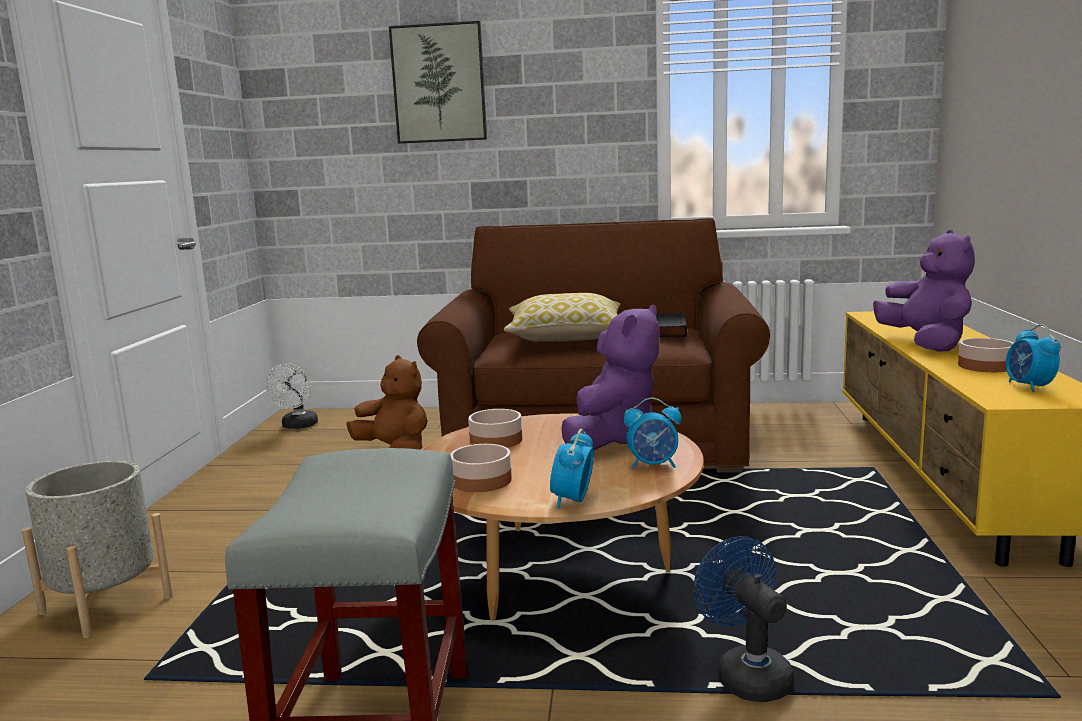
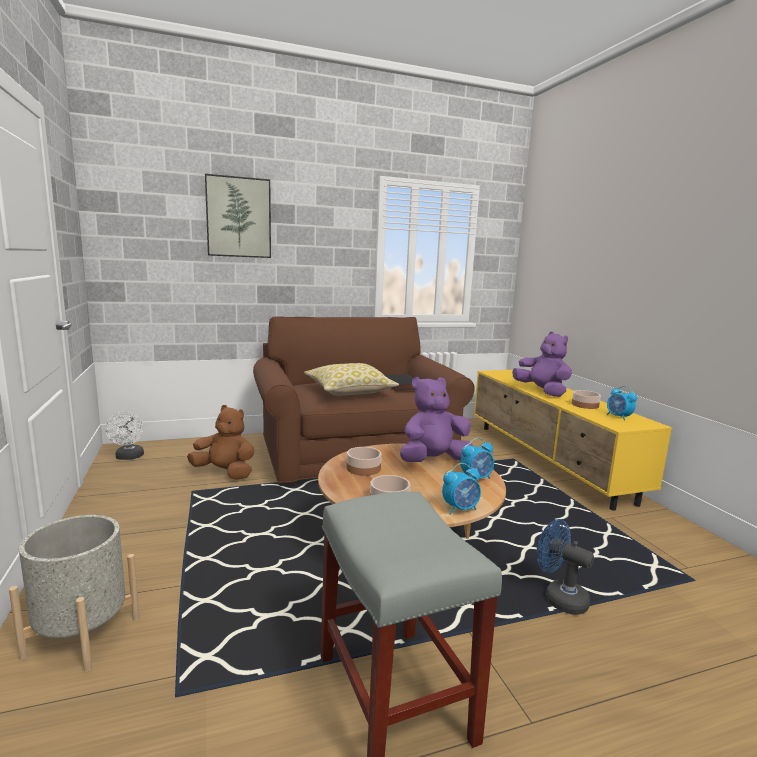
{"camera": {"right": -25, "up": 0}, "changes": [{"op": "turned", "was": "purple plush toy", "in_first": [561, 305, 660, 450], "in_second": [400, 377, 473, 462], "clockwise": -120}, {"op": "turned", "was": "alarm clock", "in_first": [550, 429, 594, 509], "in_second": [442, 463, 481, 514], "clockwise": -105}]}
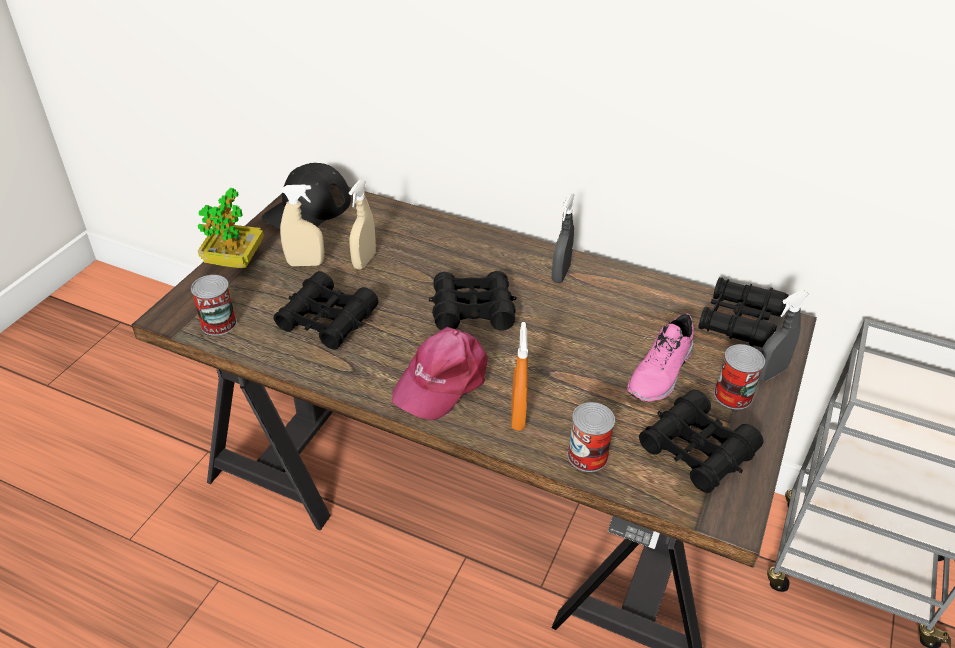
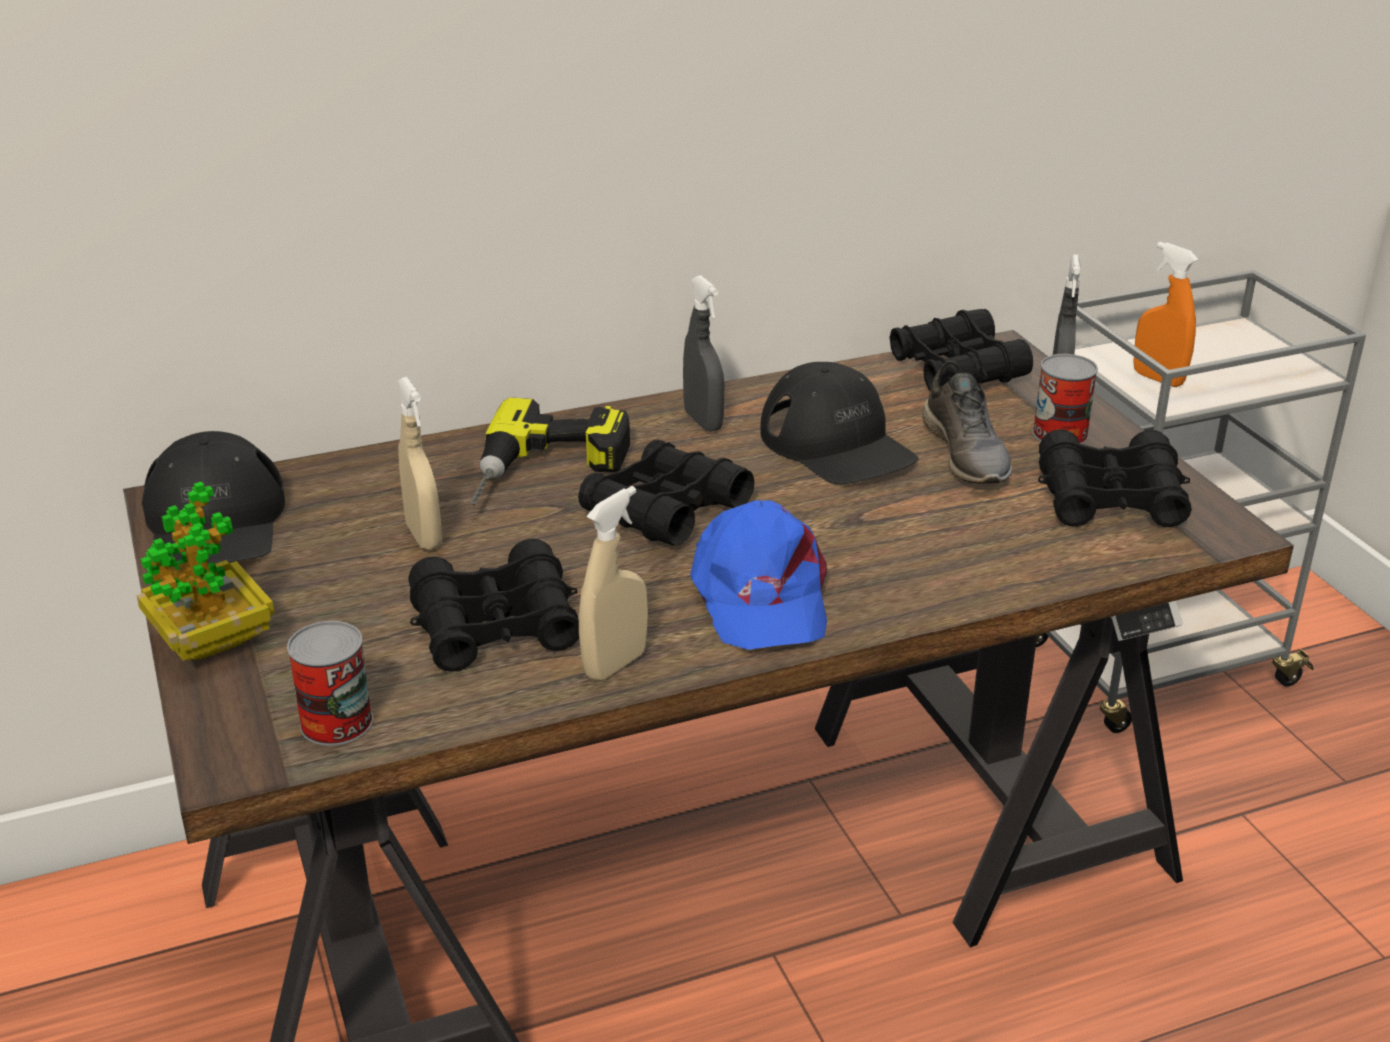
{"camera": {"right": -45, "up": -10}, "changes": [{"op": "added", "now": "power drill", "in_second": [470, 397, 630, 505]}, {"op": "moved", "was": "beige spray bottle", "in_first": [280, 185, 324, 266], "in_second": [579, 486, 648, 681]}, {"op": "recoloured", "was": "pink cap", "now": "blue cap", "in_first": [392, 327, 488, 420], "in_second": [690, 500, 827, 650]}, {"op": "added", "now": "black cap", "in_second": [760, 362, 919, 484]}, {"op": "recoloured", "was": "pink shoe", "now": "grey shoe", "in_first": [627, 314, 694, 401], "in_second": [922, 361, 1012, 484]}, {"op": "moved", "was": "orange spray bottle", "in_first": [511, 322, 528, 431], "in_second": [1133, 242, 1198, 387]}, {"op": "removed", "was": "can", "in_first": [567, 402, 615, 472]}]}
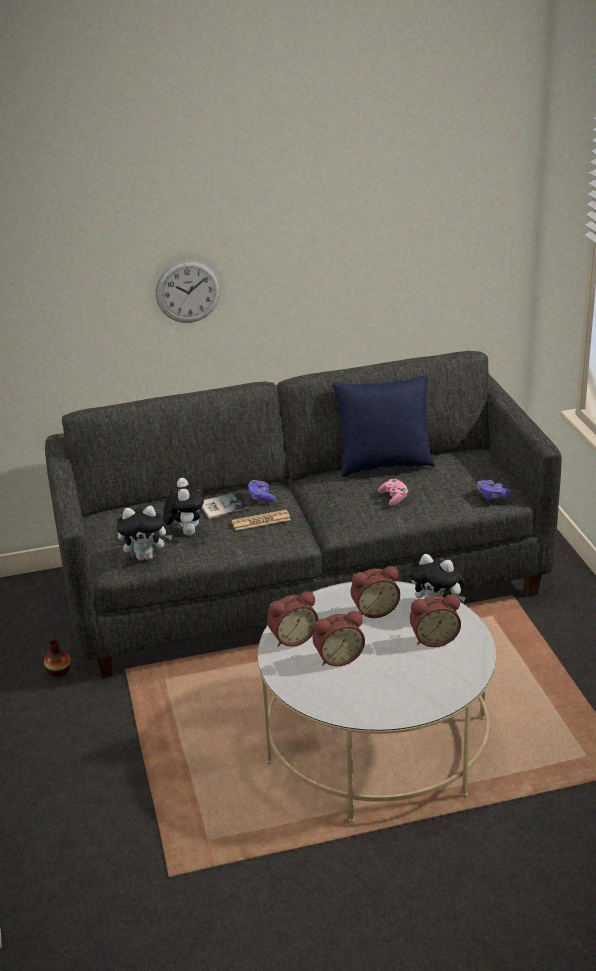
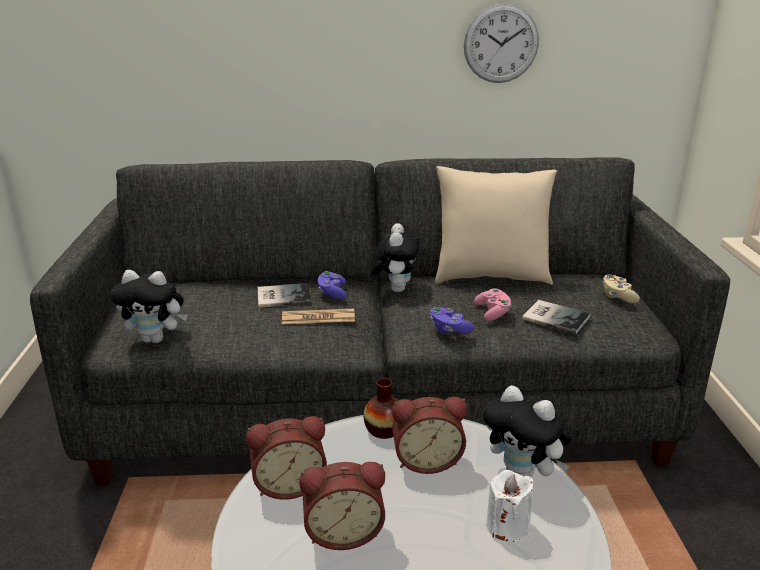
{"camera": {"right": 10, "up": -5}, "changes": [{"op": "moved", "was": "vase", "in_first": [44, 640, 71, 677], "in_second": [364, 378, 399, 439]}, {"op": "moved", "was": "plush toy", "in_first": [163, 478, 204, 536], "in_second": [370, 223, 420, 292]}, {"op": "moved", "was": "purple game controller", "in_first": [477, 480, 511, 500], "in_second": [430, 307, 474, 334]}, {"op": "recoloured", "was": "blue pillow", "now": "beige pillow", "in_first": [332, 375, 435, 477], "in_second": [435, 166, 557, 285]}, {"op": "moved", "was": "wall clock", "in_first": [155, 260, 221, 323], "in_second": [464, 3, 539, 83]}, {"op": "replaced", "was": "alarm clock", "now": "white candle", "in_first": [410, 594, 461, 647], "in_second": [486, 470, 534, 542]}, {"op": "added", "now": "book", "in_second": [522, 300, 591, 334]}, {"op": "added", "now": "beige game controller", "in_second": [603, 274, 640, 303]}]}
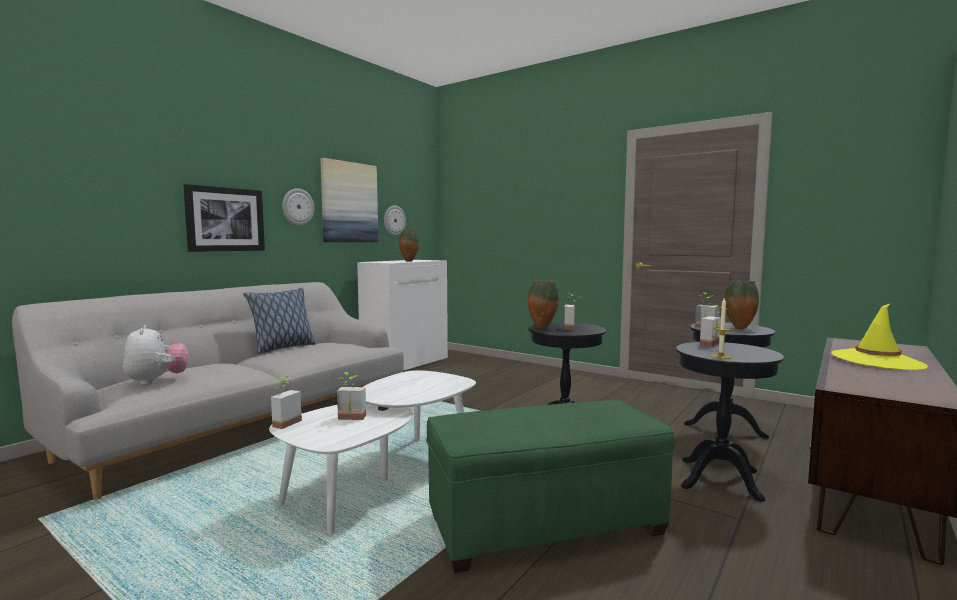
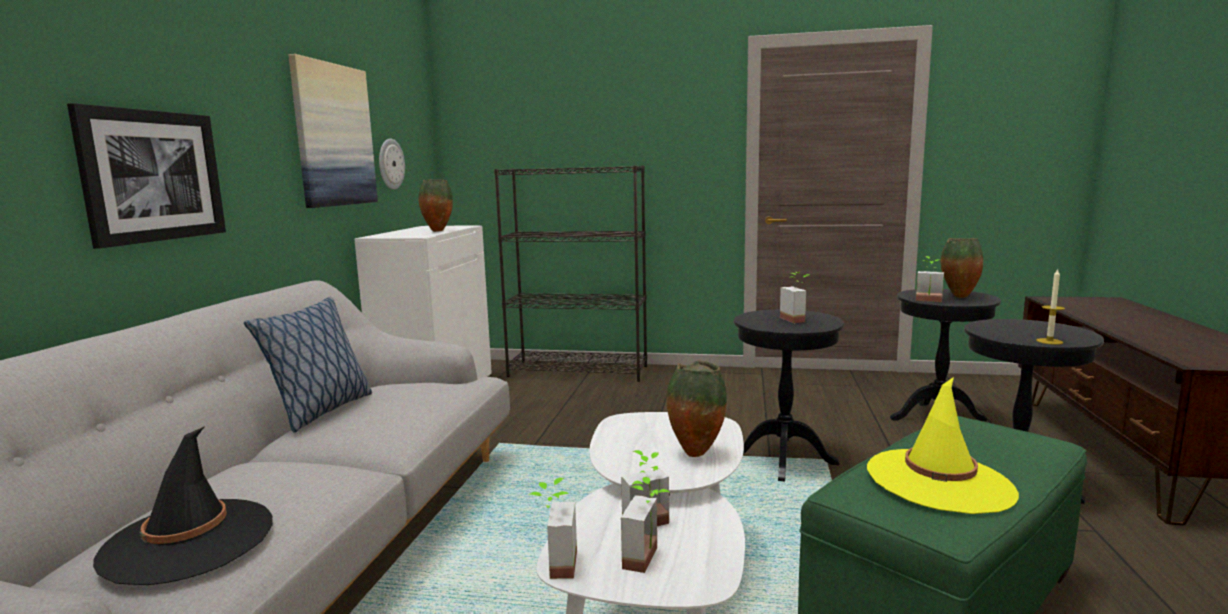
{"camera": {"right": -25, "up": 5}, "changes": [{"op": "replaced", "was": "plush toy", "now": "black hat", "in_first": [123, 325, 188, 385], "in_second": [93, 426, 273, 585]}, {"op": "added", "now": "black bookcase", "in_second": [494, 166, 647, 382]}, {"op": "moved", "was": "potted plant", "in_first": [700, 303, 721, 347], "in_second": [621, 477, 669, 573]}, {"op": "moved", "was": "vase", "in_first": [528, 280, 559, 329], "in_second": [666, 361, 727, 457]}, {"op": "moved", "was": "yellow hat", "in_first": [831, 303, 928, 370], "in_second": [867, 377, 1019, 514]}, {"op": "removed", "was": "wall clock", "in_first": [282, 188, 314, 226]}]}
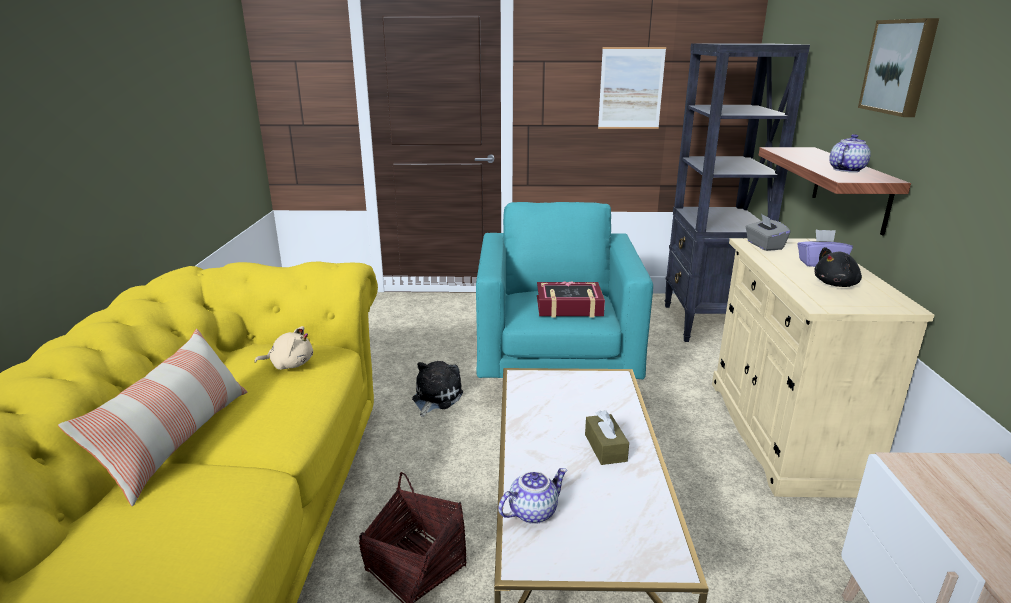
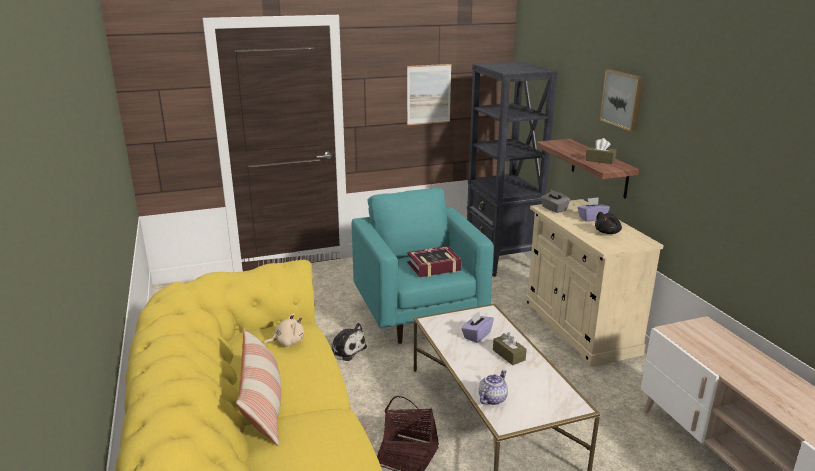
{"camera": {"right": -20, "up": 0}, "changes": [{"op": "turned", "was": "plush toy", "in_first": [412, 361, 463, 417], "in_second": [329, 323, 367, 361], "clockwise": 120}, {"op": "added", "now": "purple tissue box", "in_second": [461, 311, 494, 343]}, {"op": "replaced", "was": "teapot", "now": "brown tissue box", "in_first": [829, 134, 871, 172], "in_second": [586, 138, 616, 164]}]}
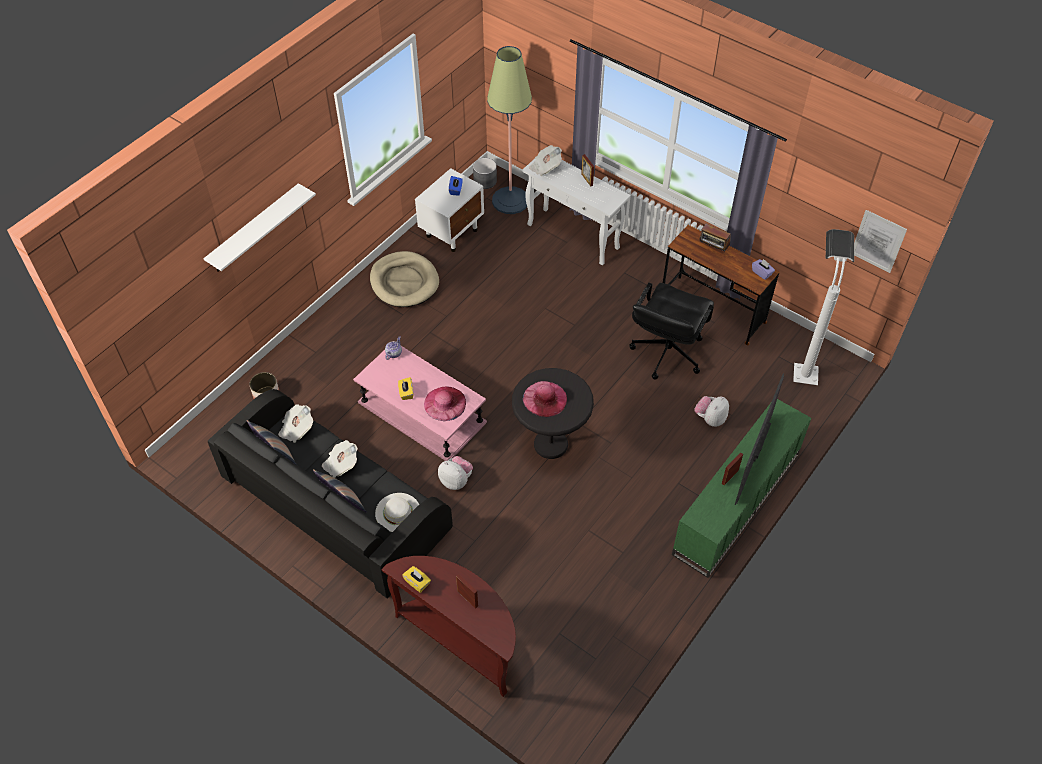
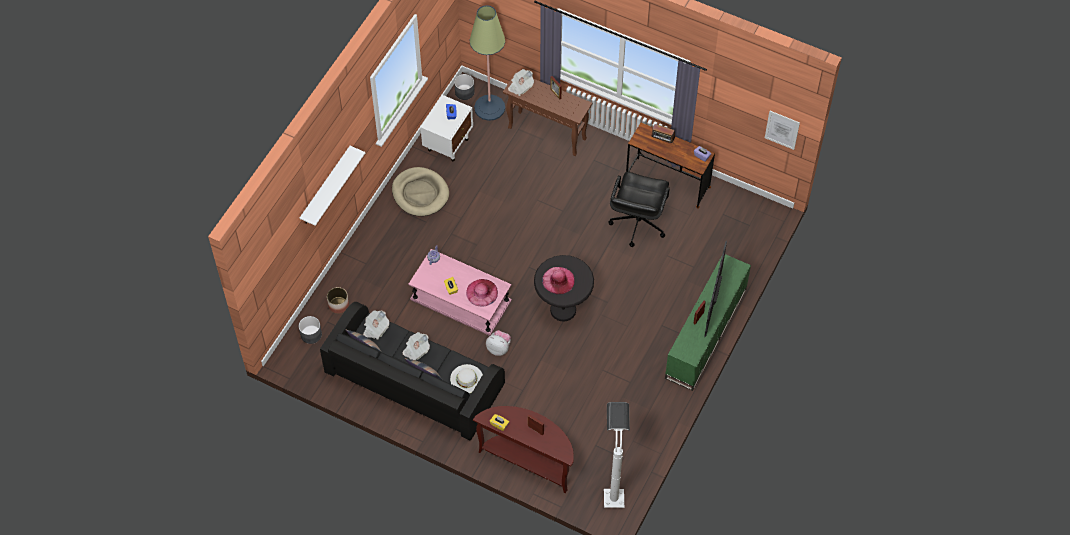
{"camera": {"right": -10, "up": 5}, "changes": [{"op": "added", "now": "grey planter", "in_second": [299, 316, 322, 344]}, {"op": "recoloured", "was": "white console table", "now": "brown console table", "in_first": [522, 159, 631, 265], "in_second": [503, 72, 592, 156]}, {"op": "moved", "was": "white floor lamp", "in_first": [793, 229, 854, 385], "in_second": [604, 402, 630, 508]}, {"op": "removed", "was": "plush toy", "in_first": [694, 396, 729, 427]}]}
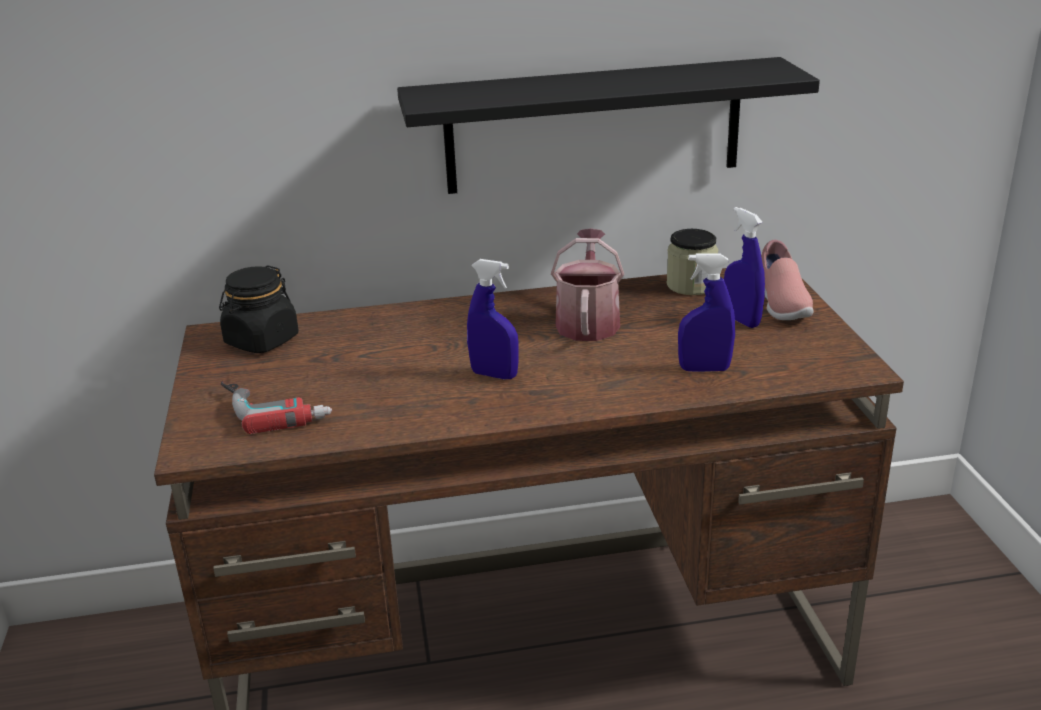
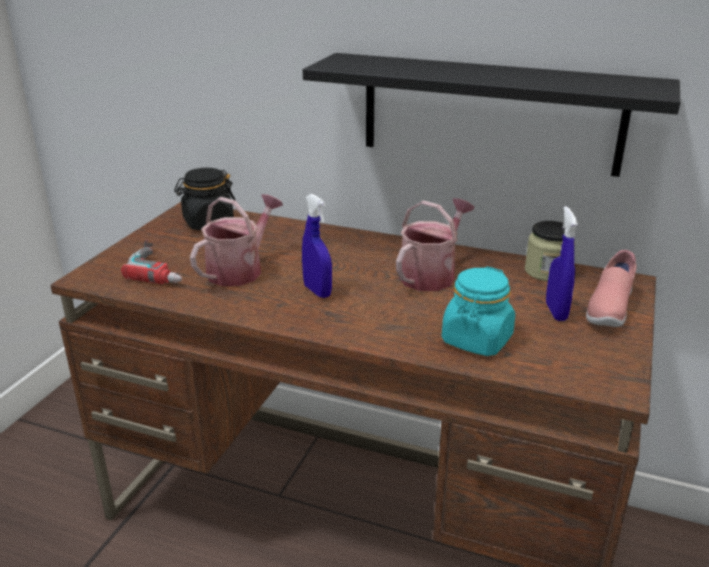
{"camera": {"right": 30, "up": 0}, "changes": [{"op": "added", "now": "watering can", "in_second": [190, 194, 283, 286]}, {"op": "replaced", "was": "blue spray bottle", "now": "turquoise jar", "in_first": [678, 254, 735, 372], "in_second": [442, 266, 515, 356]}]}
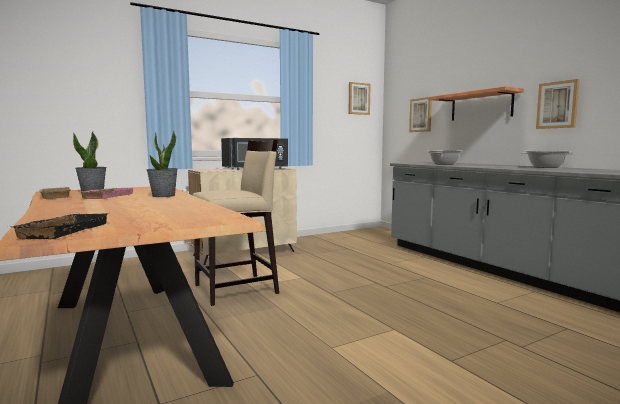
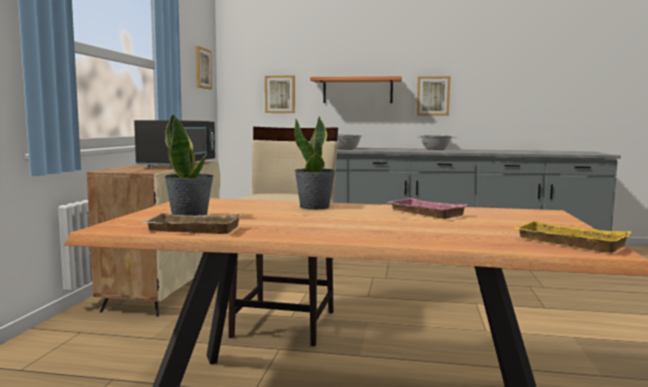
{"camera": {"right": -50, "up": 0}, "changes": [{"op": "moved", "was": "pink tray", "in_first": [81, 188, 133, 199], "in_second": [387, 198, 468, 219]}, {"op": "recoloured", "was": "black tray", "now": "yellow tray", "in_first": [10, 213, 110, 239], "in_second": [513, 221, 632, 253]}]}
